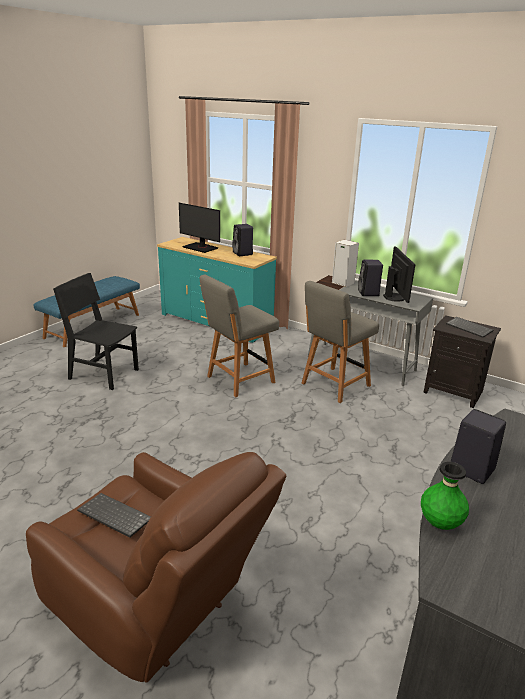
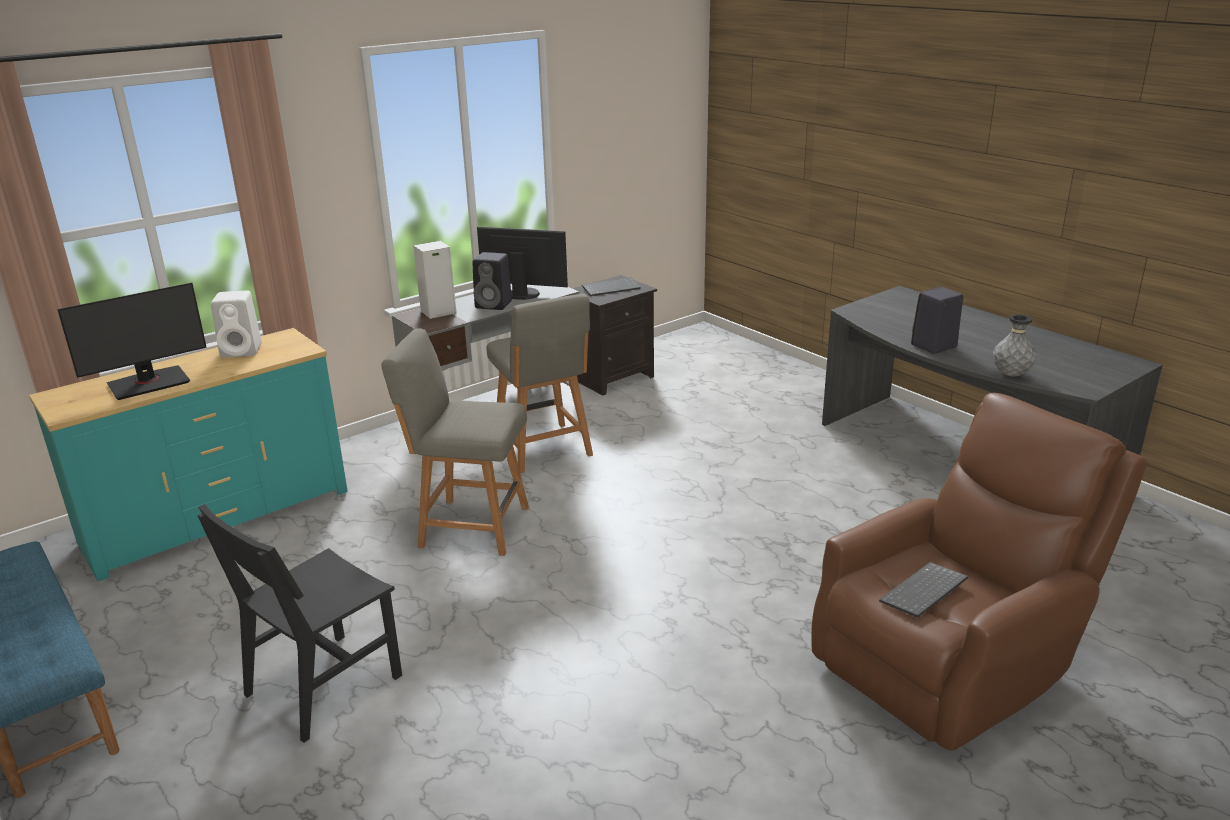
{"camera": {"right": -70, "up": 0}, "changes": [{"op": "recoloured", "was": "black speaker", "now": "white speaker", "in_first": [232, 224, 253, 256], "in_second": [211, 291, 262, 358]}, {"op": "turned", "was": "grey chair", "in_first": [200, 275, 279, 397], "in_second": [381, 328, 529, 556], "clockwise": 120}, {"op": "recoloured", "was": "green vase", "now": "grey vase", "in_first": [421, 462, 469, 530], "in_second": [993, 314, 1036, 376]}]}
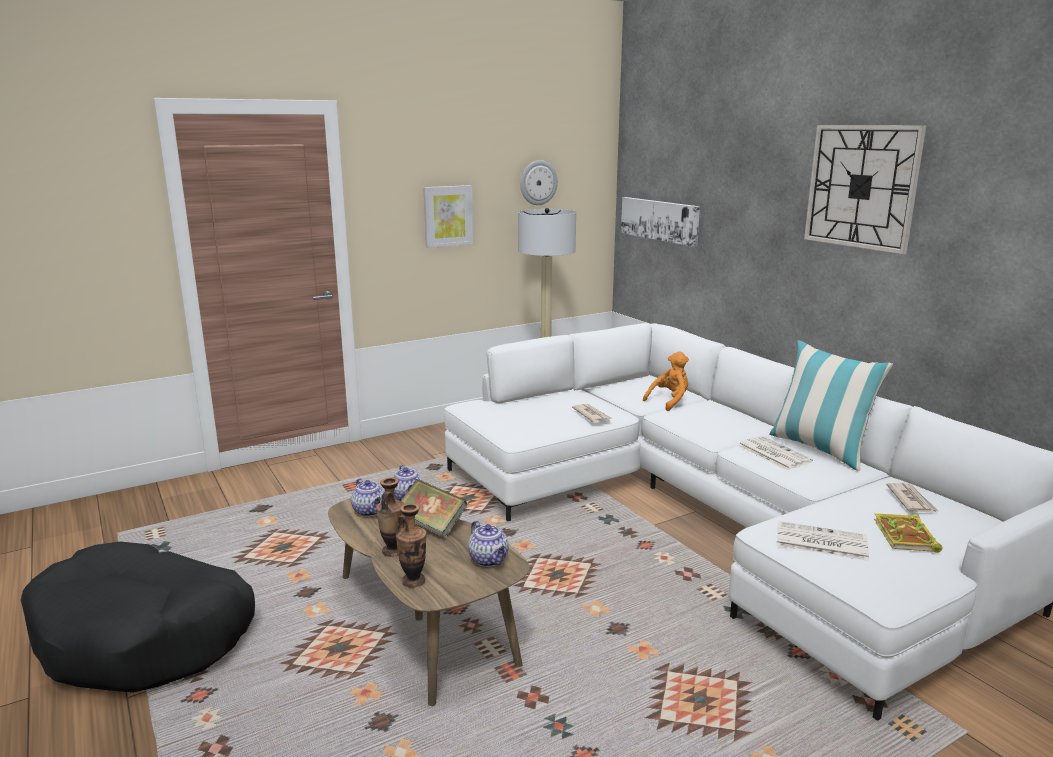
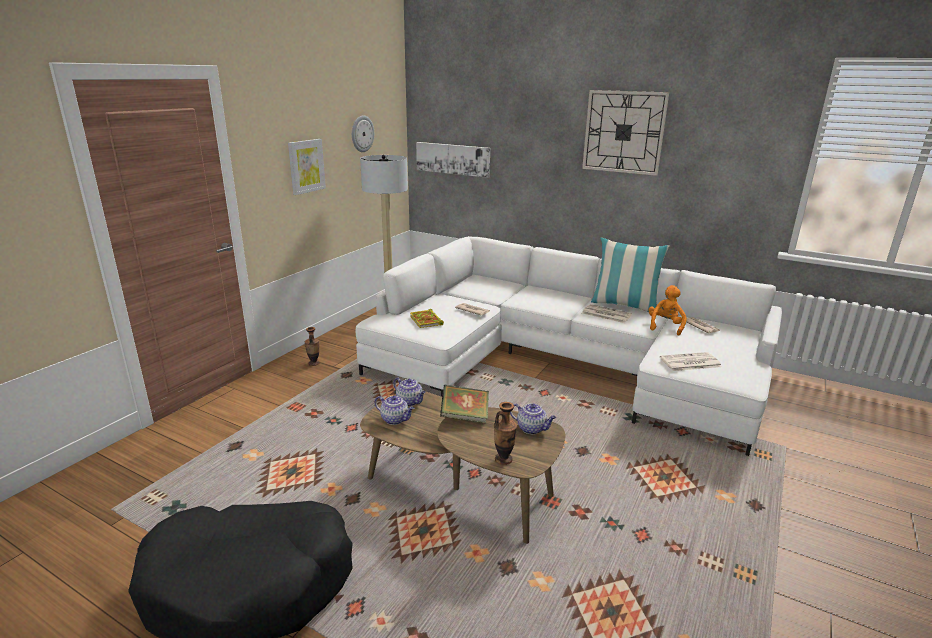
{"camera": {"right": -30, "up": 5}, "changes": [{"op": "moved", "was": "vase", "in_first": [376, 477, 405, 557], "in_second": [305, 327, 320, 366]}, {"op": "moved", "was": "book", "in_first": [874, 514, 943, 553], "in_second": [410, 309, 444, 328]}, {"op": "moved", "was": "orange plush toy", "in_first": [643, 351, 689, 411], "in_second": [648, 285, 687, 335]}]}
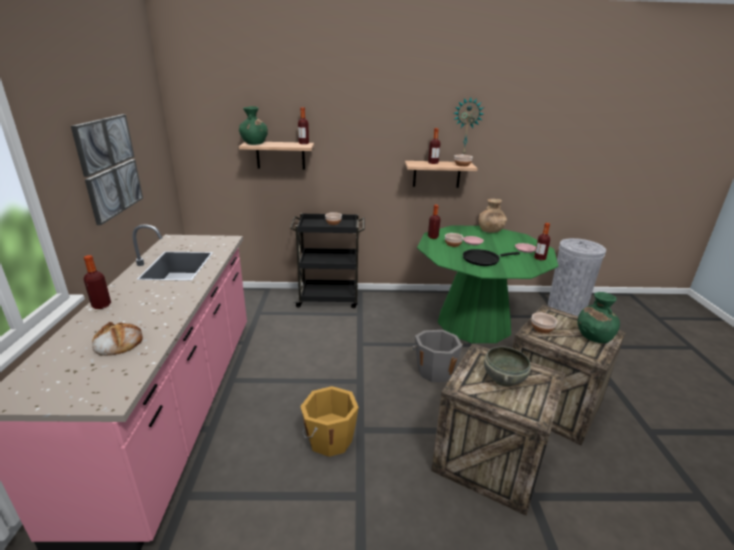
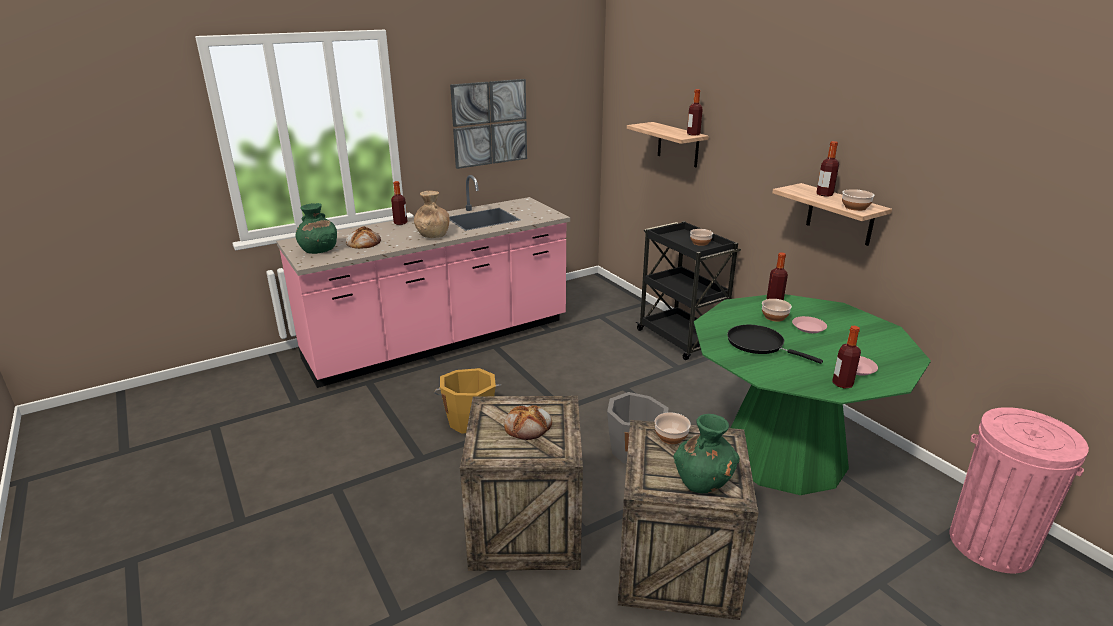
{"camera": {"right": 60, "up": 0}, "changes": [{"op": "moved", "was": "green vase", "in_first": [239, 106, 268, 145], "in_second": [296, 203, 337, 254]}, {"op": "moved", "was": "brown vase", "in_first": [479, 199, 507, 233], "in_second": [414, 191, 450, 238]}, {"op": "replaced", "was": "grey bowl", "now": "bread", "in_first": [484, 346, 531, 386], "in_second": [504, 405, 552, 440]}, {"op": "recoloured", "was": "grey trash can", "now": "pink trash can", "in_first": [548, 238, 606, 316], "in_second": [950, 407, 1089, 573]}, {"op": "removed", "was": "wall clock", "in_first": [454, 97, 484, 154]}]}
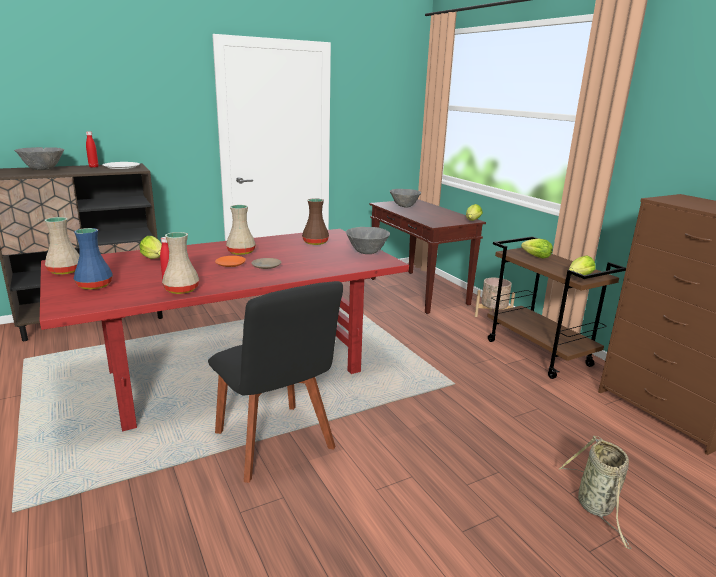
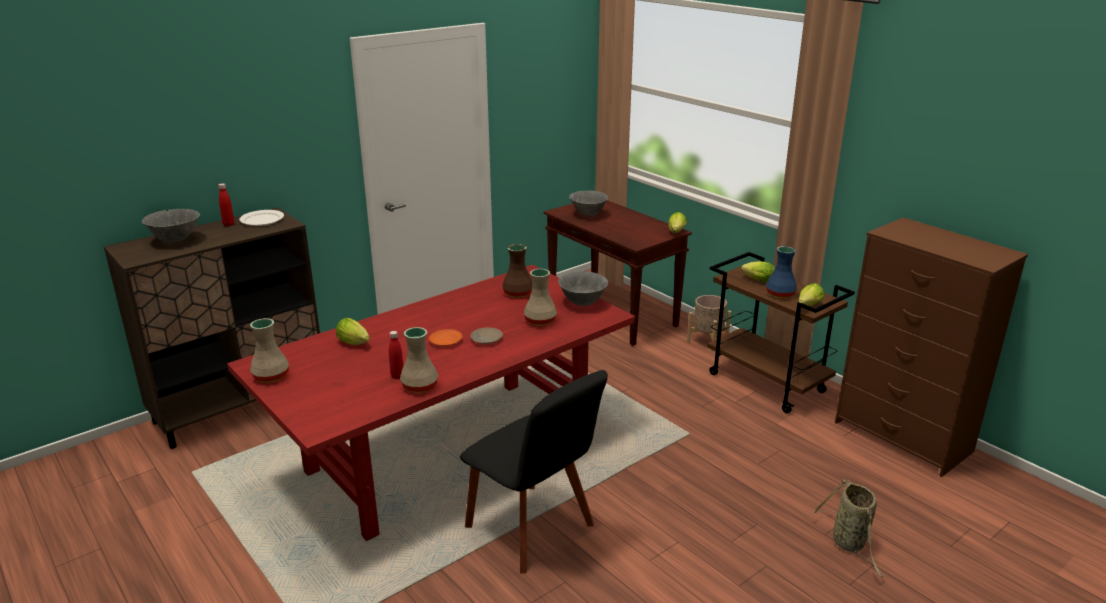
{"camera": {"right": -10, "up": 5}, "changes": [{"op": "moved", "was": "beige vase", "in_first": [226, 205, 256, 255], "in_second": [524, 269, 557, 326]}, {"op": "moved", "was": "blue vase", "in_first": [74, 228, 113, 290], "in_second": [766, 246, 797, 298]}]}
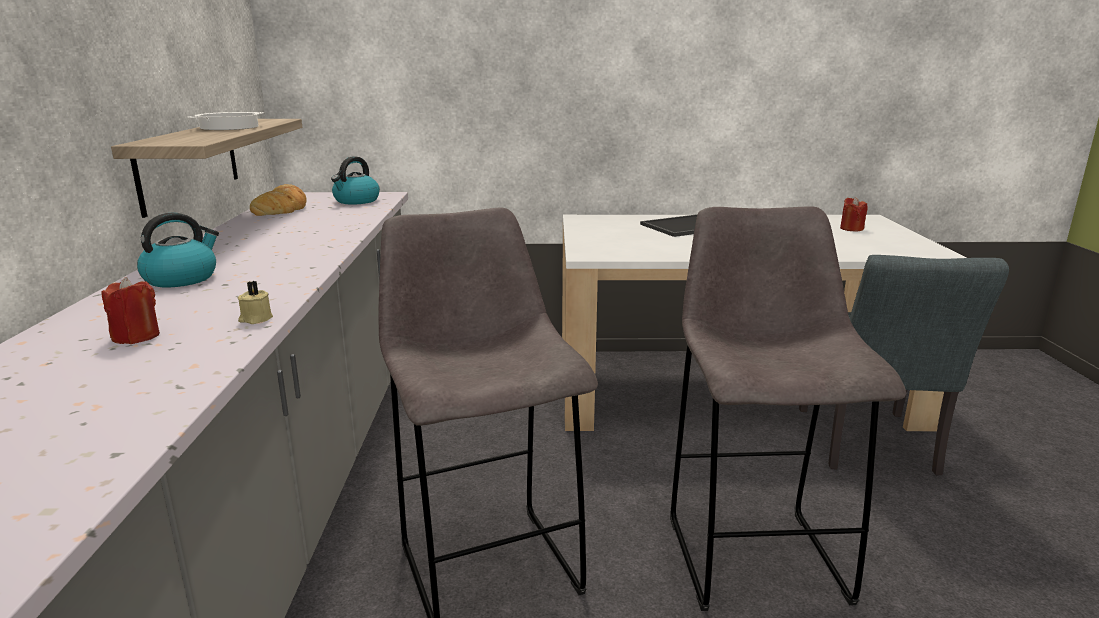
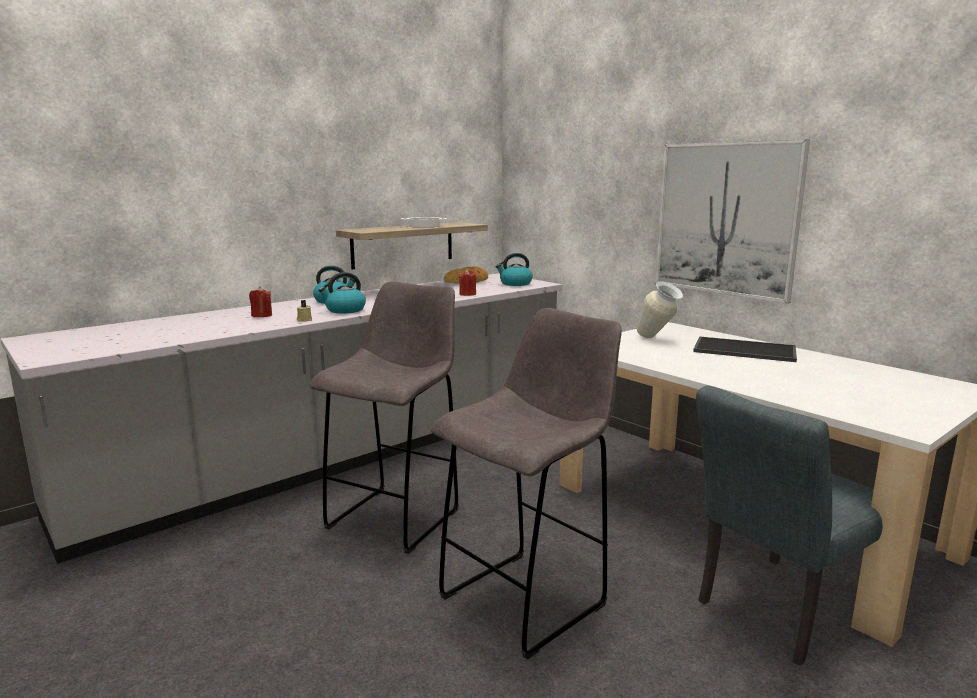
{"camera": {"right": 50, "up": -5}, "changes": [{"op": "added", "now": "kettle", "in_second": [318, 272, 366, 314]}, {"op": "moved", "was": "red candle", "in_first": [840, 197, 868, 232], "in_second": [459, 269, 476, 296]}, {"op": "added", "now": "vase", "in_second": [636, 281, 683, 338]}, {"op": "added", "now": "picture", "in_second": [655, 139, 810, 304]}]}
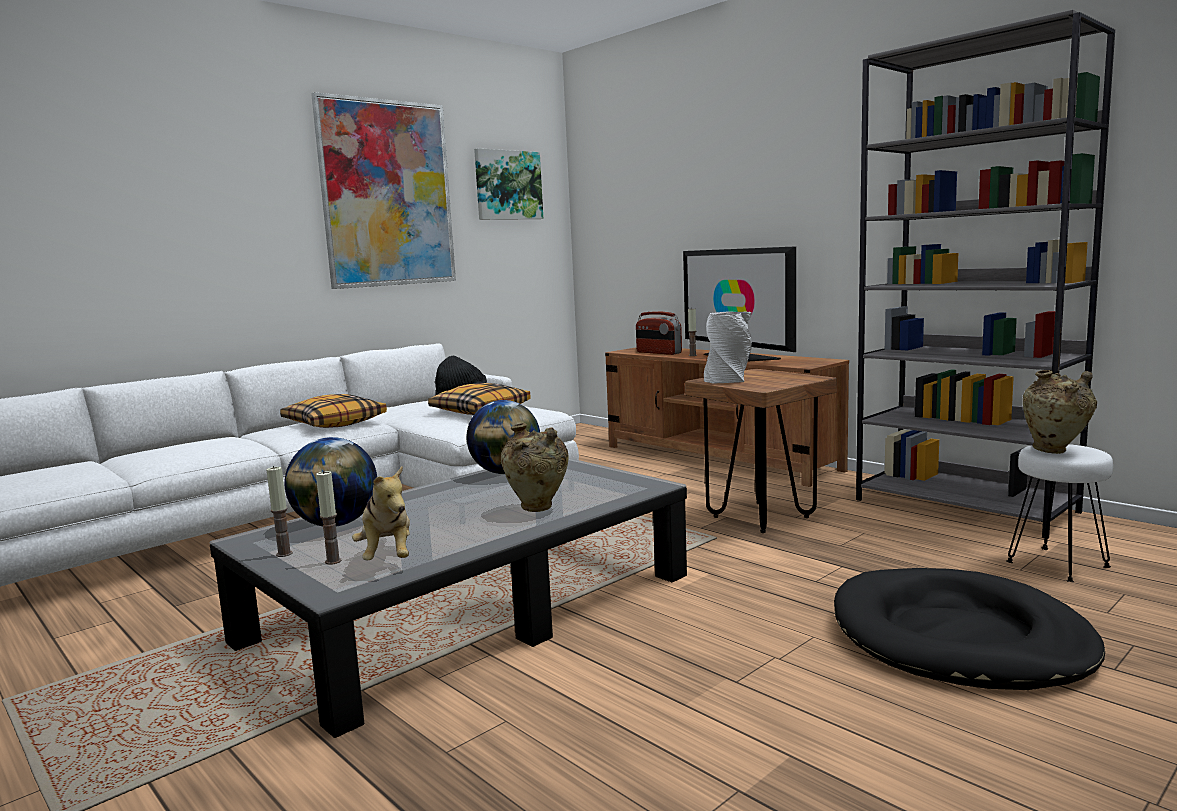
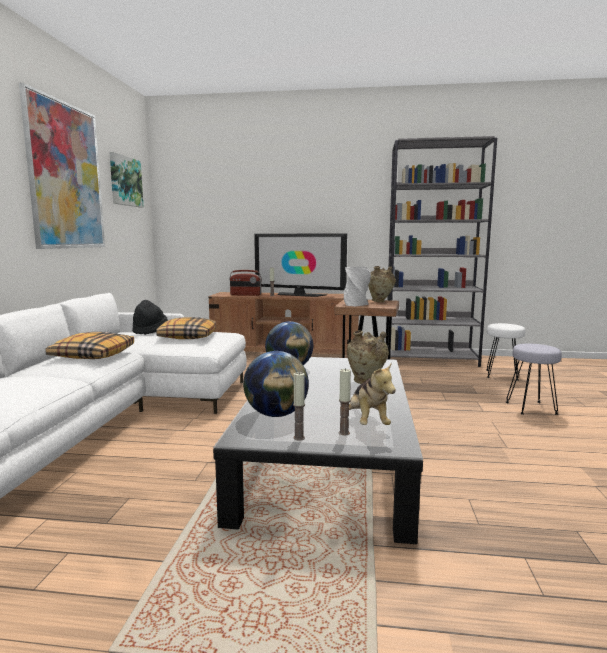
{"camera": {"right": -40, "up": 0}, "changes": [{"op": "turned", "was": "plush toy", "in_first": [352, 467, 410, 560], "in_second": [349, 362, 396, 425], "clockwise": 45}, {"op": "moved", "was": "beige vase", "in_first": [1023, 370, 1097, 454], "in_second": [368, 266, 396, 302]}, {"op": "replaced", "was": "black dog bed", "now": "grey stool", "in_first": [834, 568, 1105, 690], "in_second": [506, 344, 562, 415]}]}
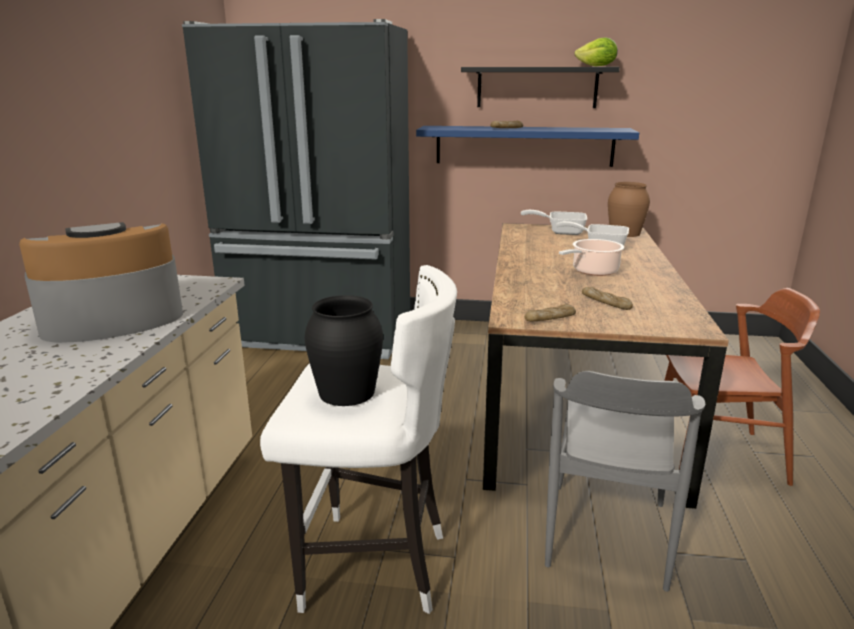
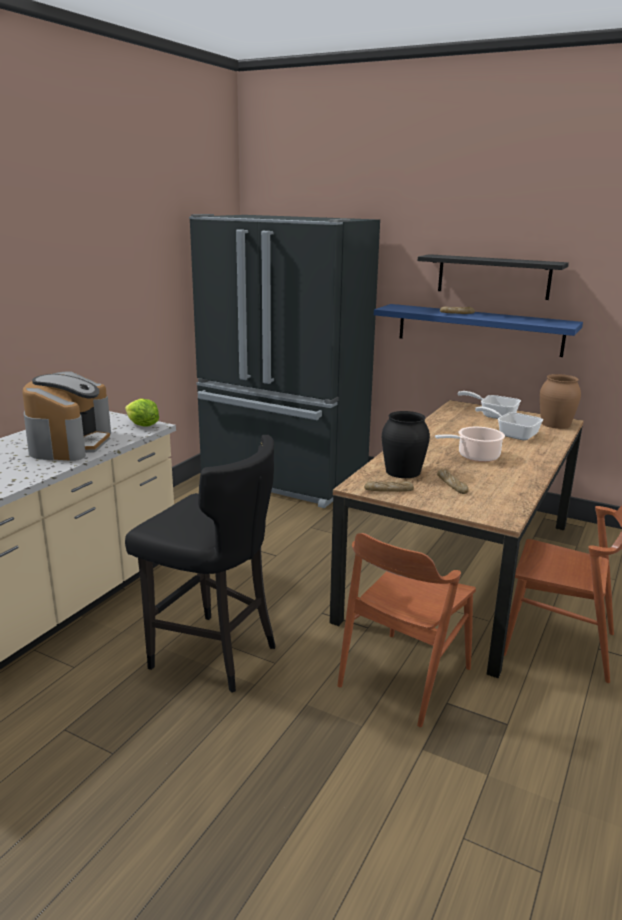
{"camera": {"right": 20, "up": 0}, "changes": [{"op": "turned", "was": "coffee machine", "in_first": [19, 222, 183, 343], "in_second": [22, 371, 111, 461], "clockwise": 105}, {"op": "moved", "was": "lettuce", "in_first": [574, 38, 618, 67], "in_second": [125, 398, 159, 427]}, {"op": "recoloured", "was": "white stool", "now": "black stool", "in_first": [260, 265, 457, 614], "in_second": [125, 435, 275, 693]}, {"op": "recoloured", "was": "grey chair", "now": "brown chair", "in_first": [545, 371, 705, 592], "in_second": [337, 533, 476, 727]}, {"op": "moved", "was": "black vase", "in_first": [305, 295, 383, 406], "in_second": [382, 411, 430, 478]}]}
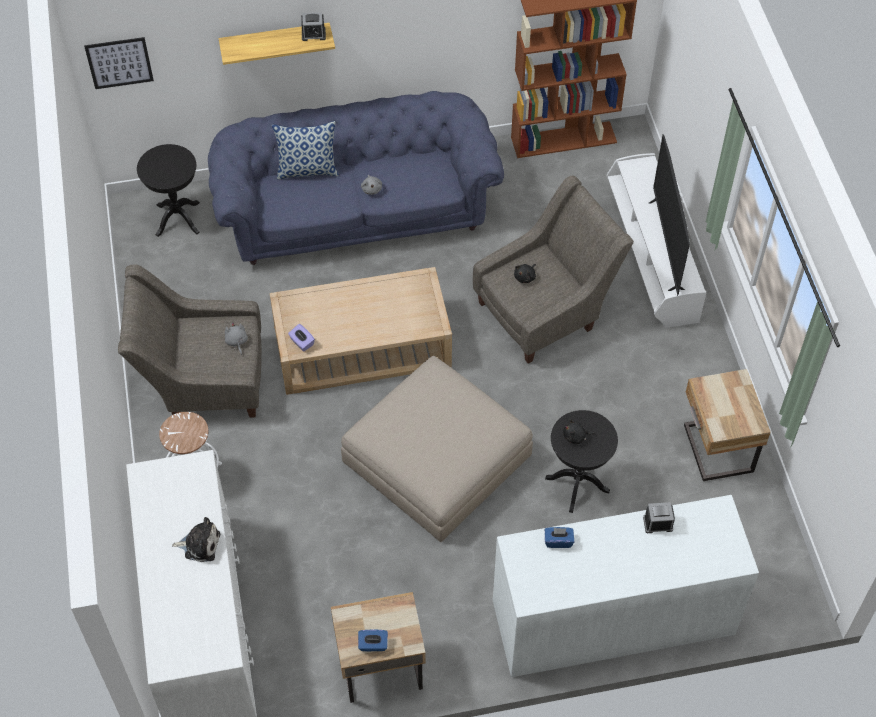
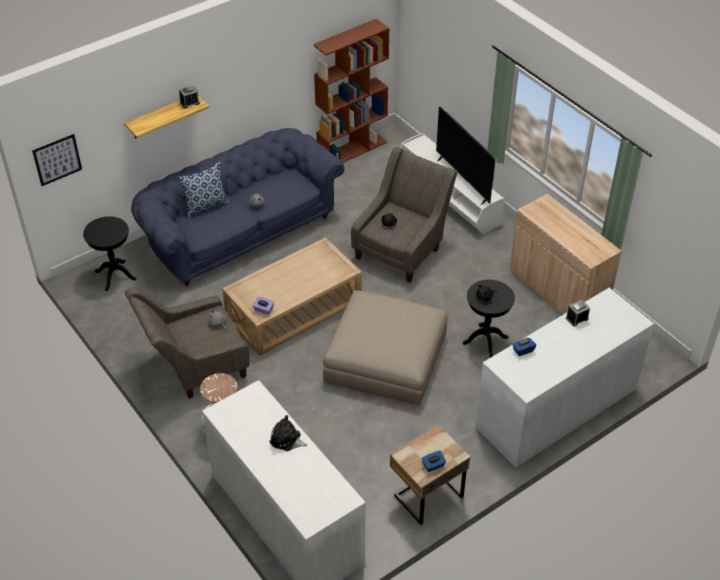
{"camera": {"right": -25, "up": -10}, "changes": [{"op": "turned", "was": "plush toy", "in_first": [172, 517, 220, 562], "in_second": [270, 415, 307, 451], "clockwise": -135}, {"op": "replaced", "was": "beige nightstand", "now": "beige cabinet", "in_first": [684, 369, 771, 481], "in_second": [509, 194, 622, 315]}]}
